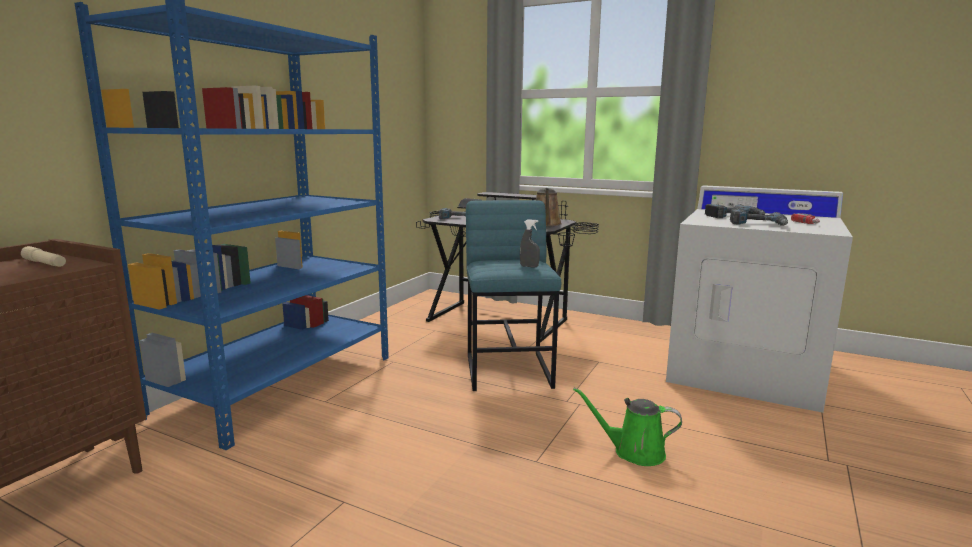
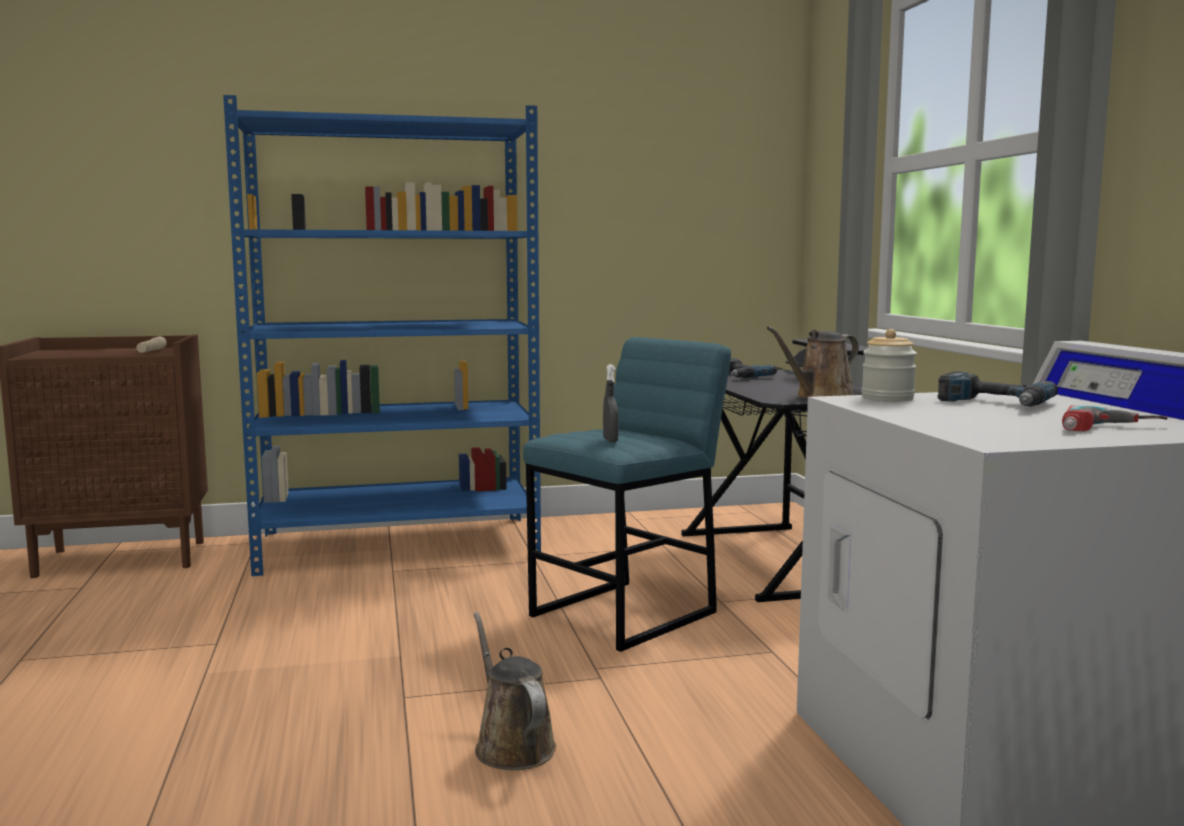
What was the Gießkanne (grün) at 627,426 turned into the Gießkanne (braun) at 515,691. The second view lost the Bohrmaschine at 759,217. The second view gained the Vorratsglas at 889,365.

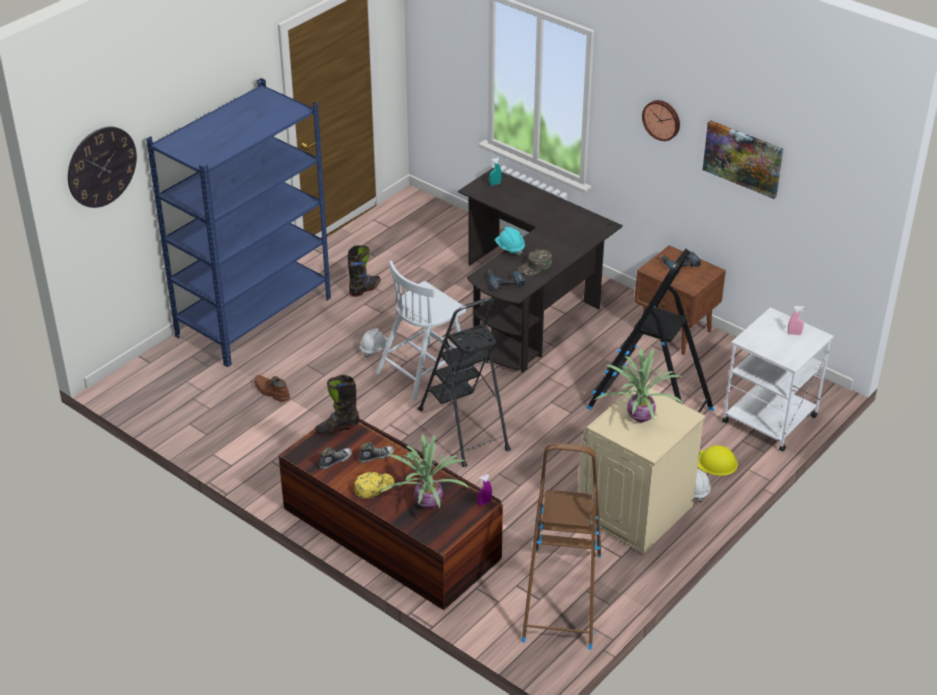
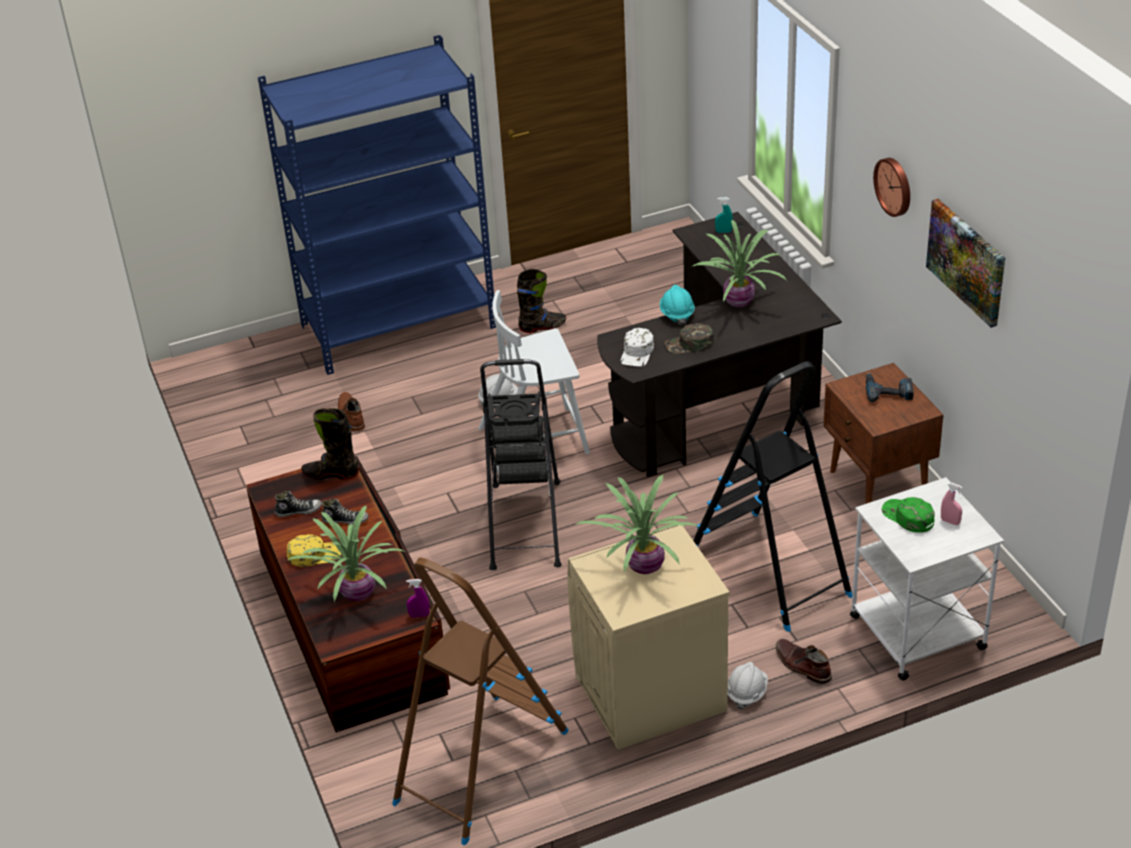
The second view lost the Wanduhr at 102,167. Where the Bohrmaschine stood at 506,280, the Kappe (weiß) came to stand at 637,347. Where the Schutzhelm (gelb) stood at 718,460, the Stiefel (braun) came to stand at 804,661. The second view gained the Topfpflanze at 739,263. The second view gained the Kappe (grün) at 908,515.

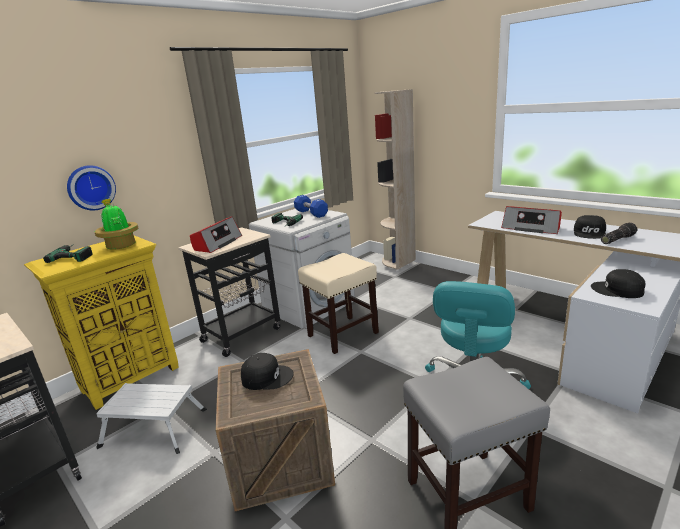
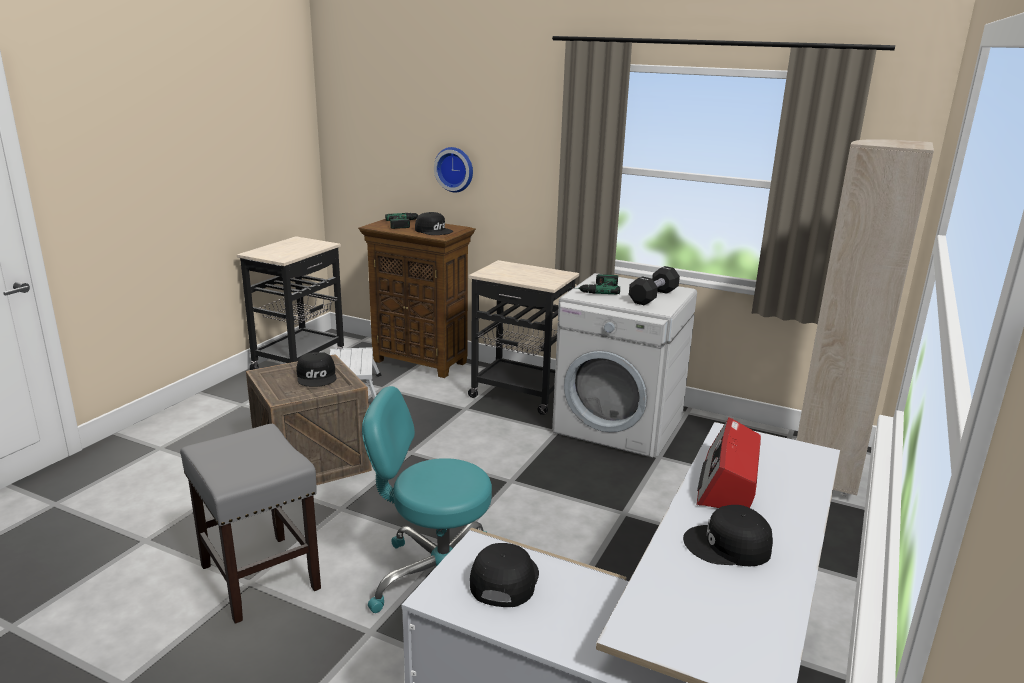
What was the Schrank (gelb) at 101,323 turned into the Schrank (braun) at 417,298. Where the Topfpflanze stood at 116,224, the Kappe (schwarz) came to stand at 434,223. The second view lost the Radio at 216,235. What was the Hantel (blau) at 311,206 turned into the Hantel (schwarz) at 654,285. The second view lost the Hocker (beige) at 338,303. The second view lost the Taschenlampe at 619,233.

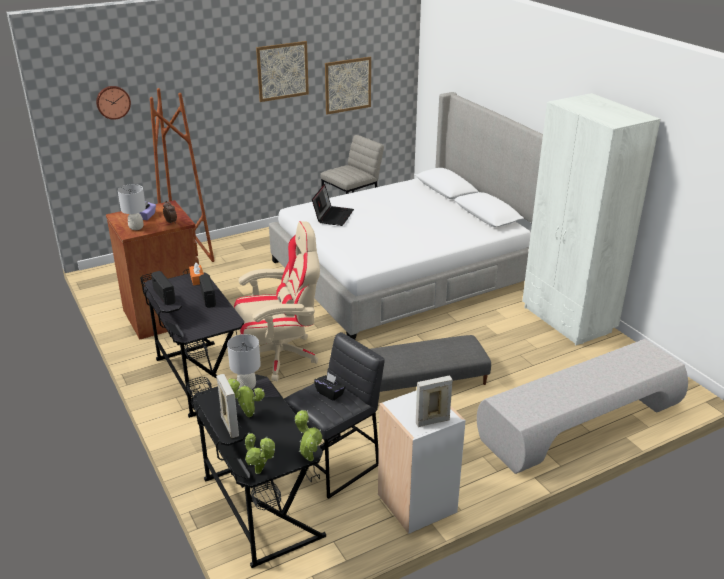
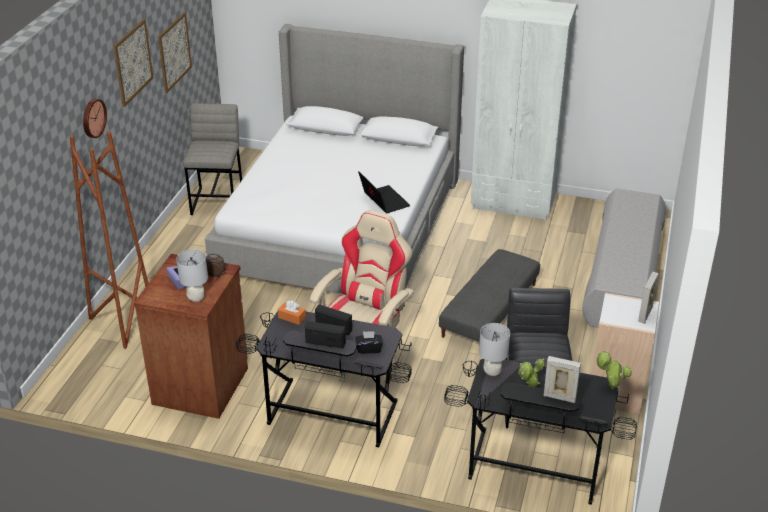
The Wanduhr ended up elsewhere, having gone from 113,103 to 95,118. The second view lost the Topfpflanze at 260,453. The Laptop ended up elsewhere, having gone from 333,205 to 384,192. The Taschentuchbox (schwarz) ended up elsewhere, having gone from 330,386 to 369,342.

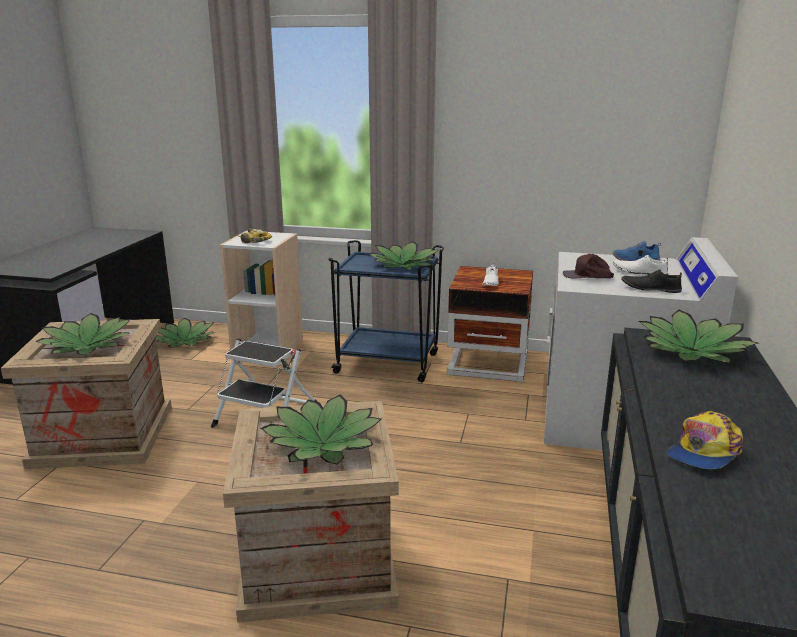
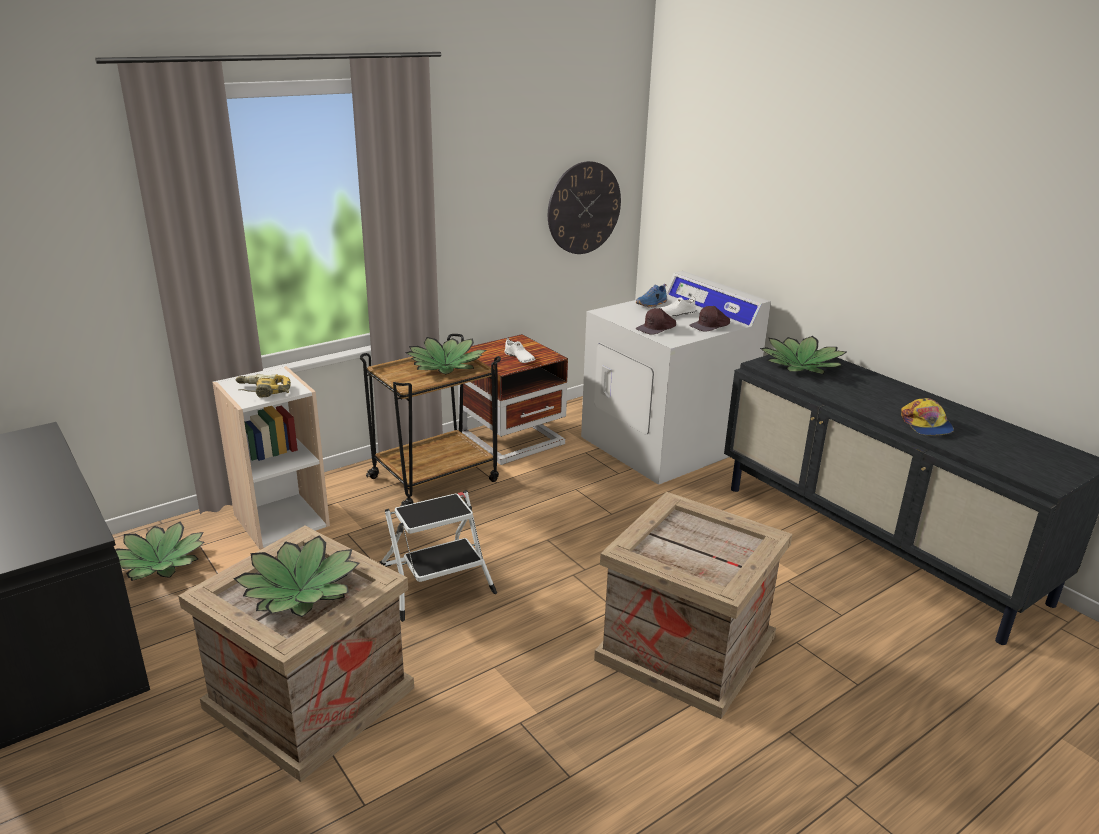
The second view lost the Topfpflanze at 321,429. What was the Rollwagen (blau) at 386,311 turned into the Rollwagen (braun) at 430,420. Where the Schuh (schwarz) stood at 651,281, the Kappe (braun) came to stand at 709,319. The second view gained the Wanduhr at 584,207.

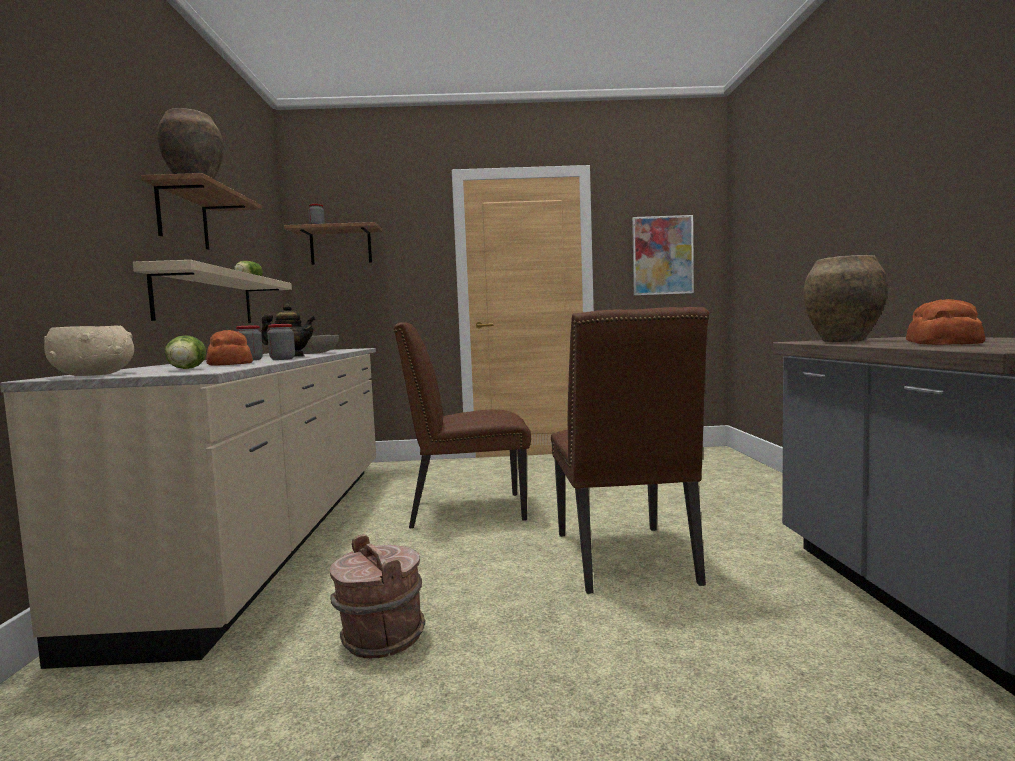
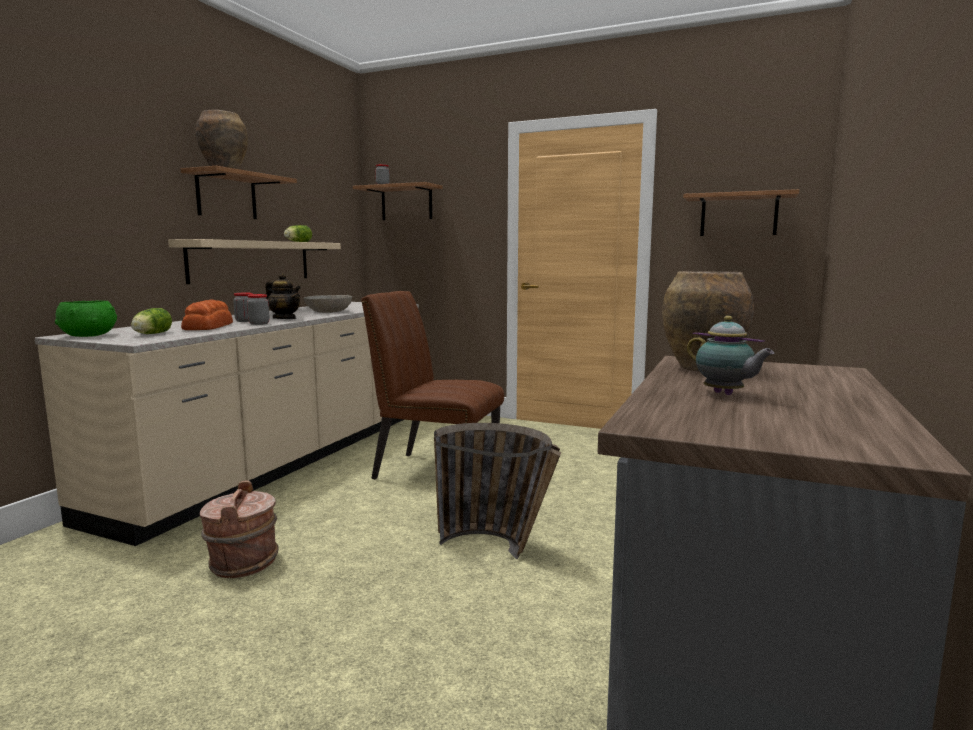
What was the Schüssel (beige) at 89,350 turned into the Schüssel (grün) at 86,319. Where the Stuhl (braun) stood at 630,450, the Korb came to stand at 497,491. Where the Bild hung at 663,255, the Wandregal came to hang at 741,212. Where the Brot stood at 946,322, the Teekanne came to stand at 731,355.

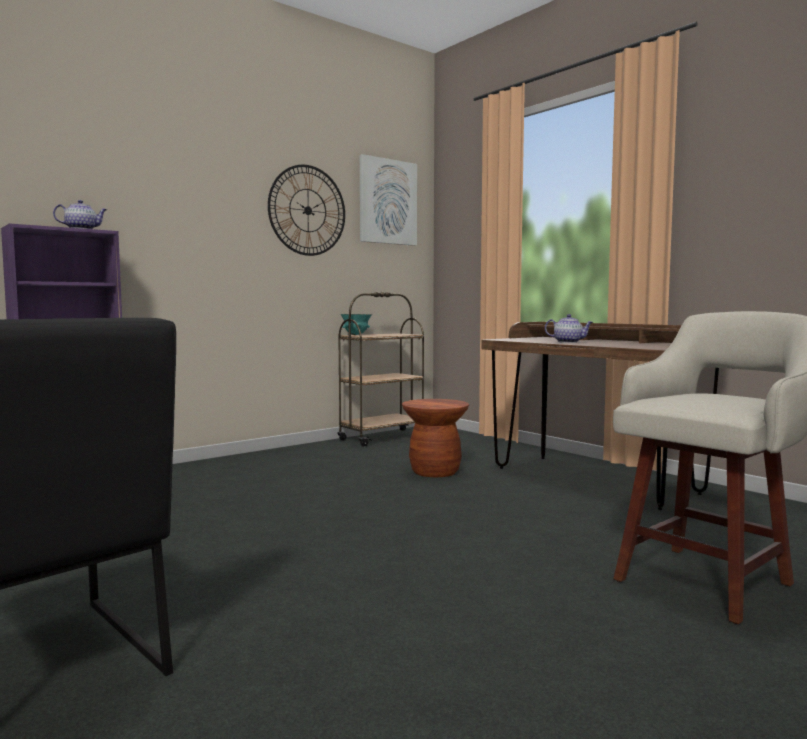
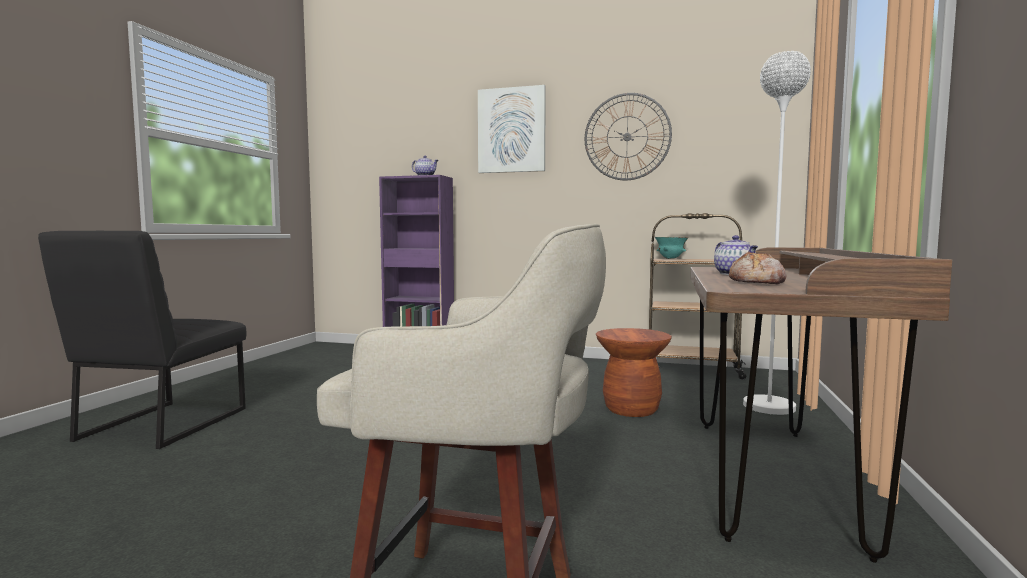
The Bild ended up elsewhere, having gone from 388,200 to 512,129. The second view gained the Brot at 757,268. The second view gained the Stehlampe (weiß) at 777,233.

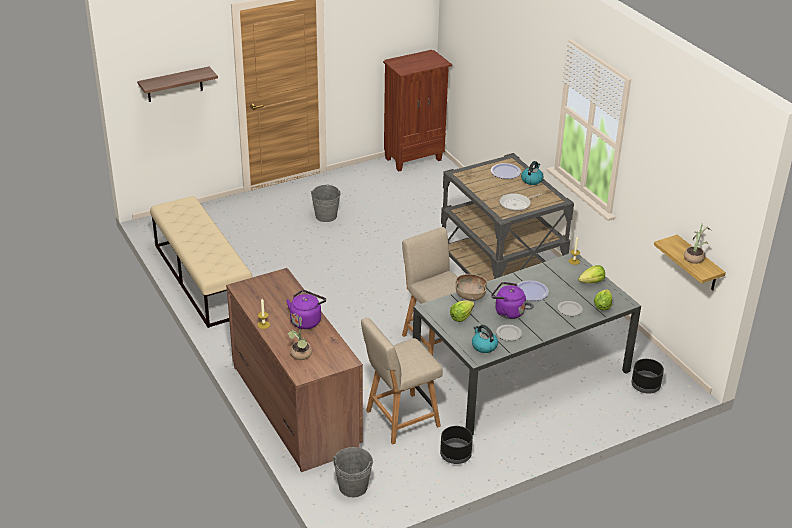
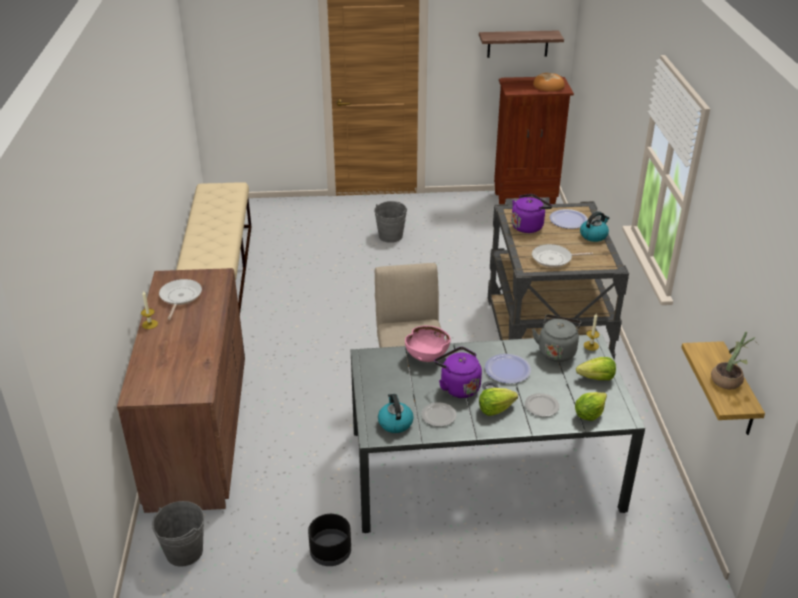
The Wandregal ended up elsewhere, having gone from 177,84 to 521,44. The Wasserkessel (lila) ended up elsewhere, having gone from 306,309 to 531,213. The second view lost the Topfpflanze at 300,344. The second view lost the Stuhl (beige) at 401,381. The Salatkopf ended up elsewhere, having gone from 462,311 to 498,402. What was the Schüssel (braun) at 471,287 turned into the Schüssel (rosa) at 428,344. The second view lost the Pflanzkübel (schwarz) at 647,376. The second view gained the Pfanne at 180,299. The second view gained the Wasserkessel (grau) at 557,338. The second view gained the Brot at 549,82.

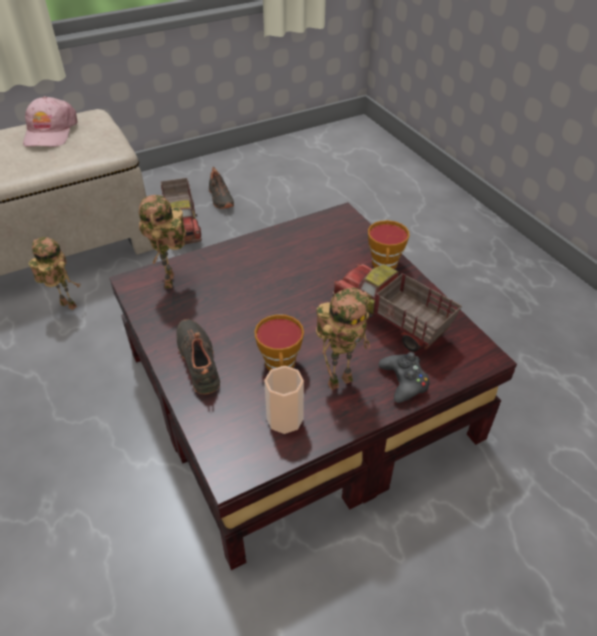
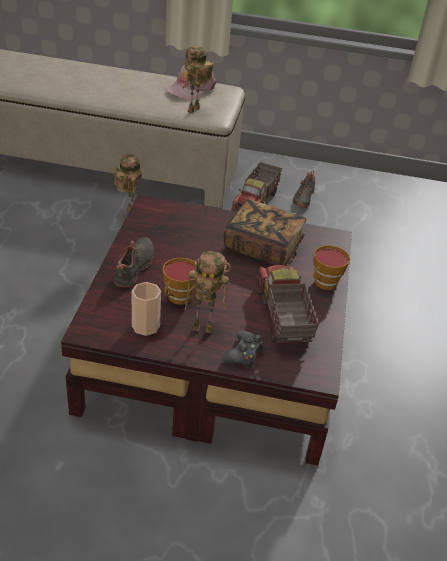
The Spielzeugroboter ended up elsewhere, having gone from 162,241 to 198,79. The second view gained the Buch at 264,232.

